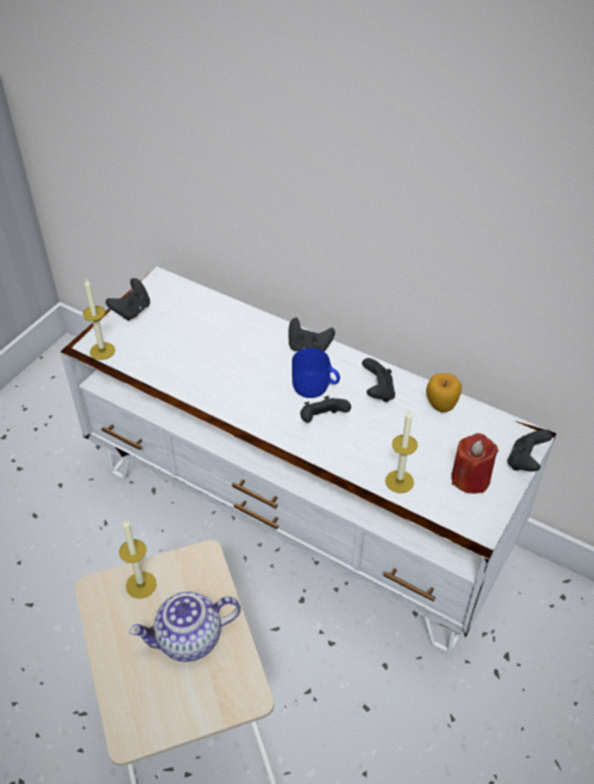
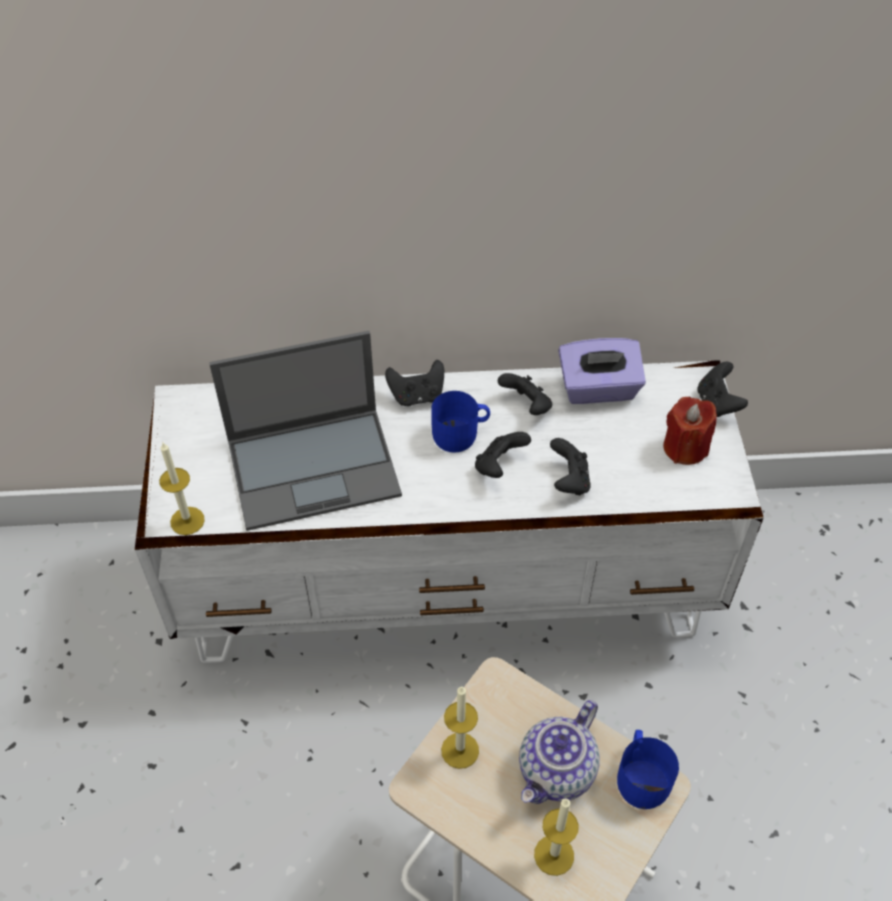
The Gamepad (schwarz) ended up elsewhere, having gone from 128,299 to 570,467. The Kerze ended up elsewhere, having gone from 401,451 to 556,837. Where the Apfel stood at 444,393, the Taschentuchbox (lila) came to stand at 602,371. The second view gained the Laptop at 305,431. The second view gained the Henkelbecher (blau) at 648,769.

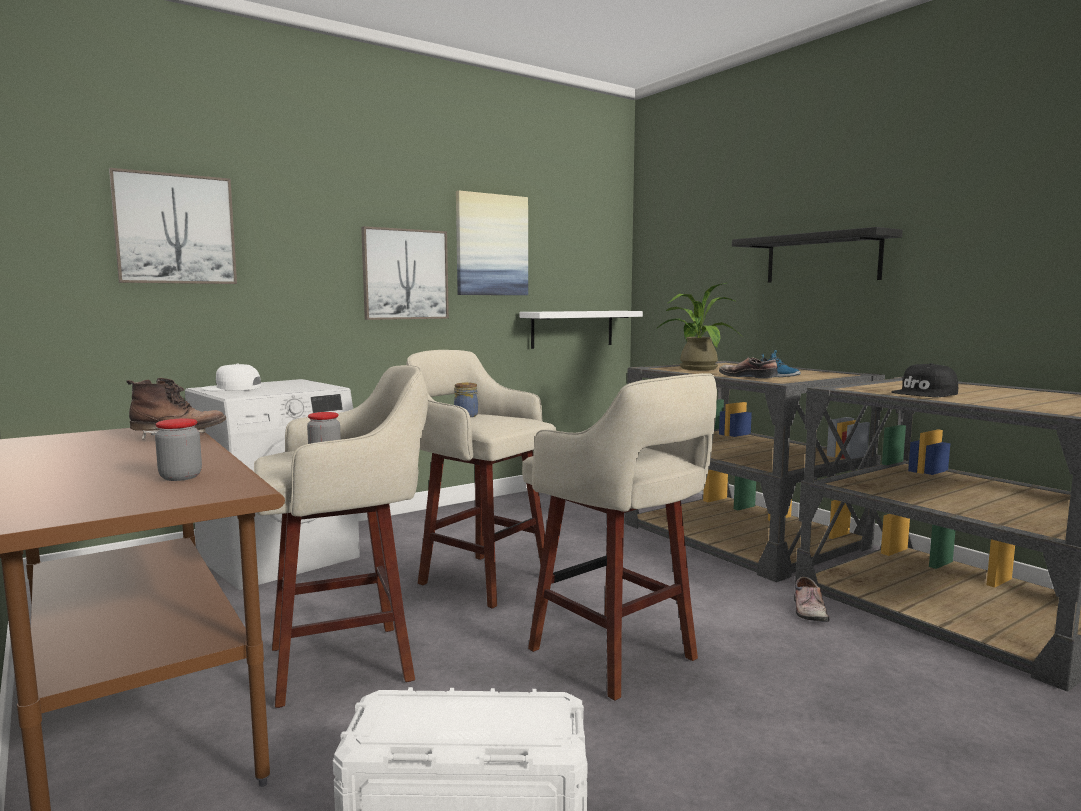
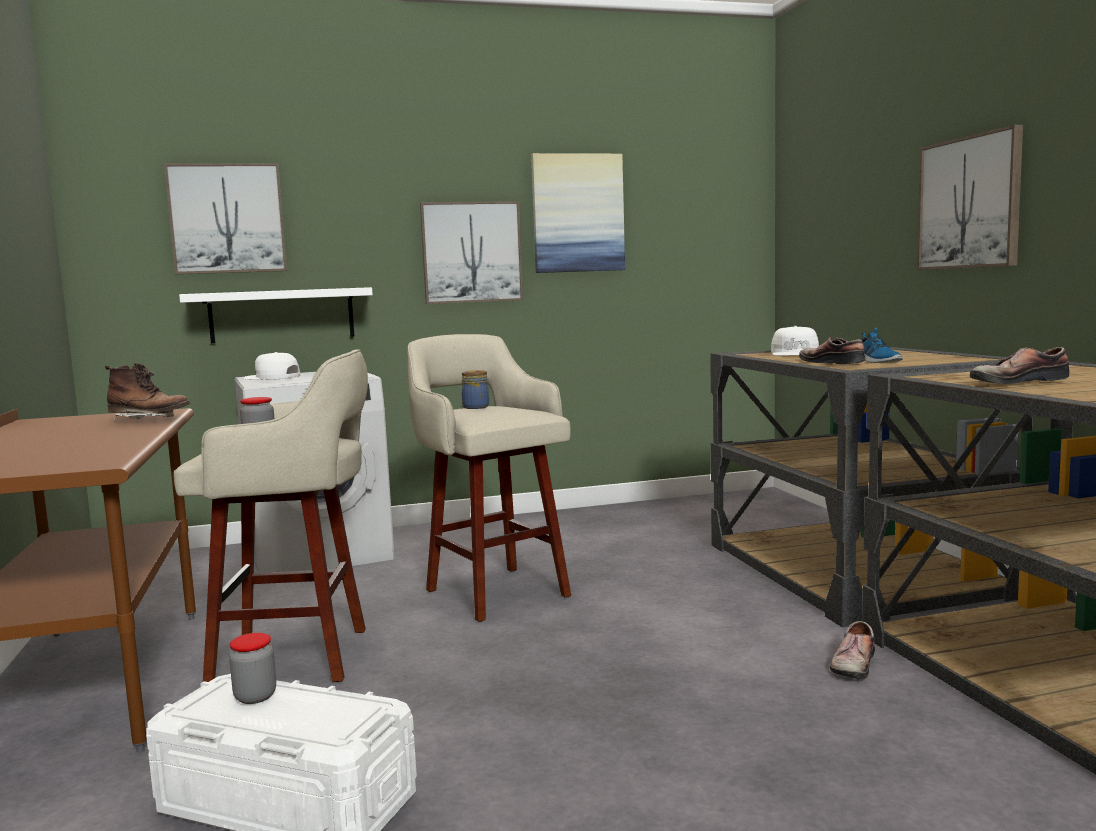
The Vorratsglas ended up elsewhere, having gone from 178,450 to 252,668. The Wandregal (weiß) ended up elsewhere, having gone from 581,330 to 276,315. The second view lost the Hocker (beige) at 619,537. Where the Topfpflanze stood at 700,326, the Kappe (weiß) came to stand at 795,341. Where the Wandregal (schwarz) hung at 817,255, the Bild came to hang at 970,197. Where the Kappe (schwarz) stood at 924,380, the Schuh came to stand at 1019,365.

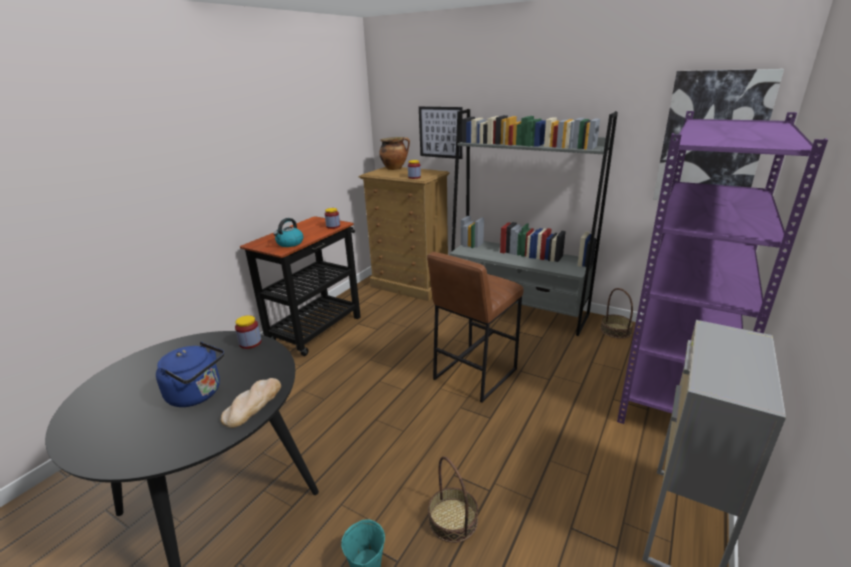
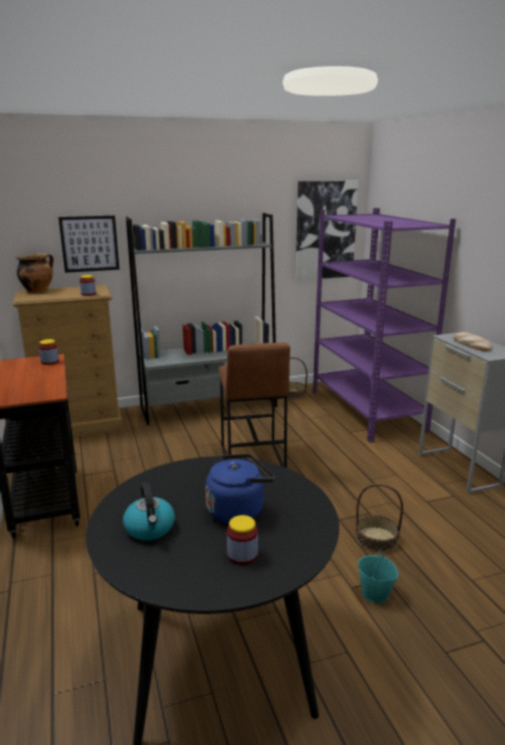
The Brot ended up elsewhere, having gone from 251,403 to 473,341. The Vorratsglas ended up elsewhere, having gone from 248,332 to 242,540. The Wasserkessel ended up elsewhere, having gone from 288,232 to 149,511.

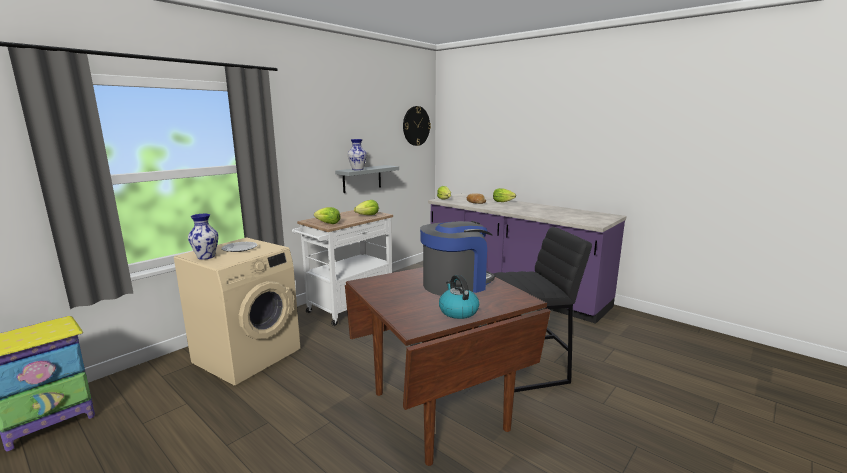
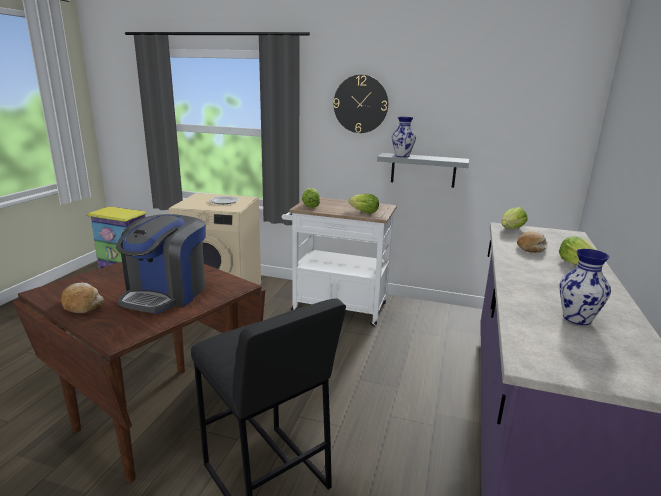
The Vase ended up elsewhere, having gone from 203,237 to 585,287. The Wanduhr ended up elsewhere, having gone from 417,126 to 360,104. The Kaffeemaschine at 457,258 ended up facing another way, 75 degrees clockwise from before. Where the Wasserkessel stood at 459,297, the Brot came to stand at 82,298.

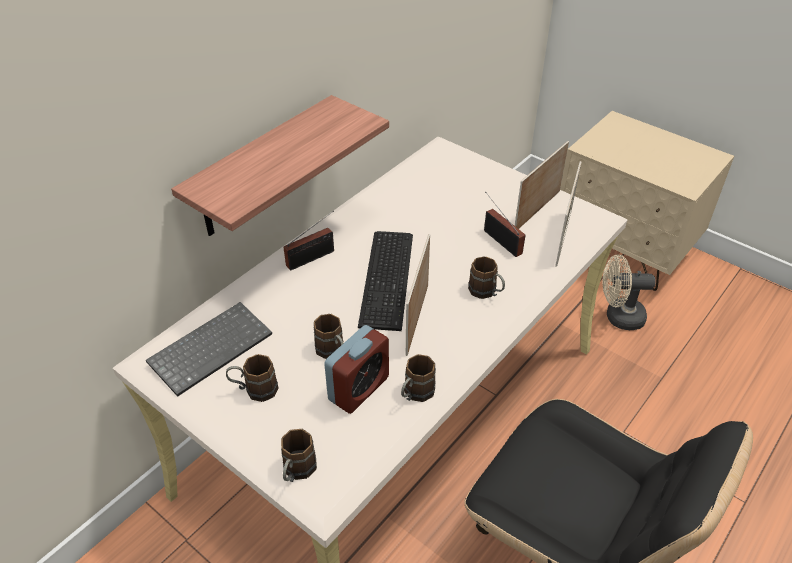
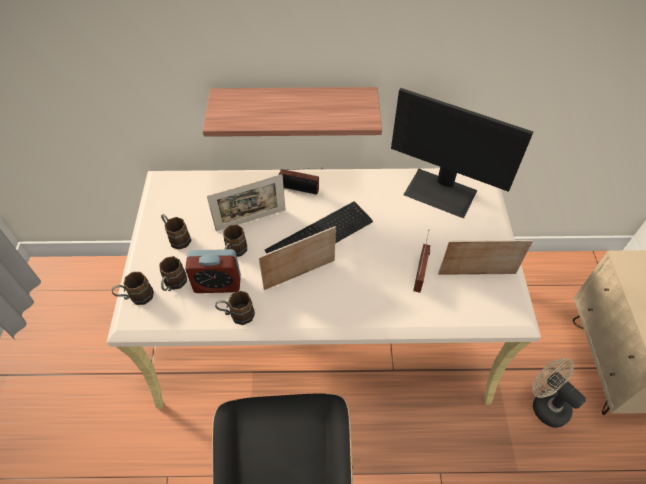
The second view lost the Tastatur at 209,349. The Henkelbecher (braun) ended up elsewhere, having gone from 486,277 to 173,273. The Bilderrahmen ended up elsewhere, having gone from 568,214 to 246,202. The second view gained the Monitor at 462,153.

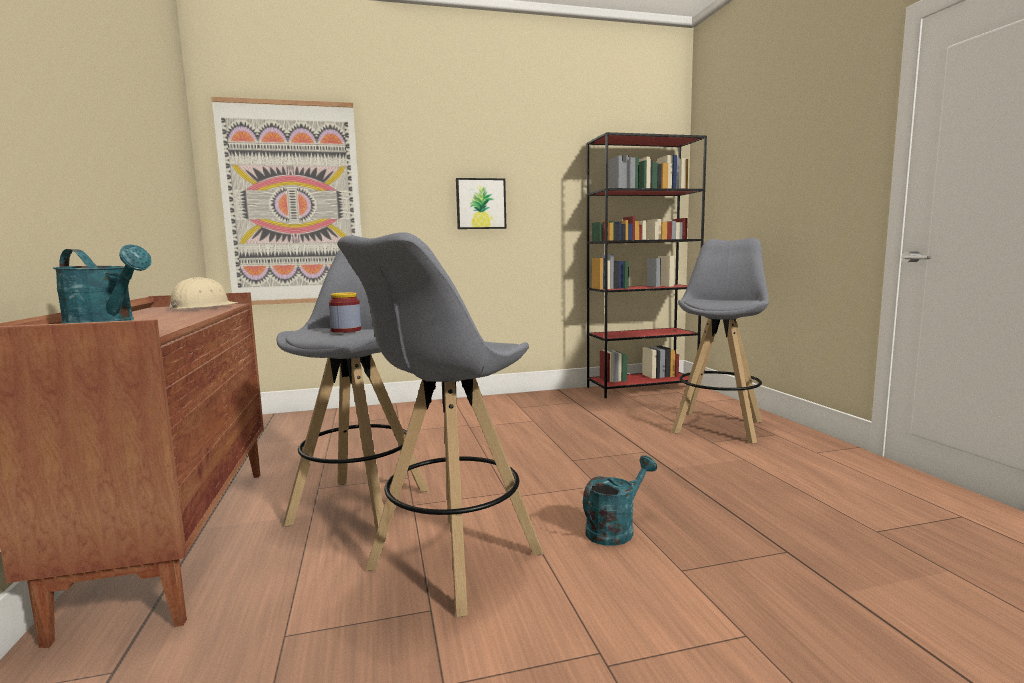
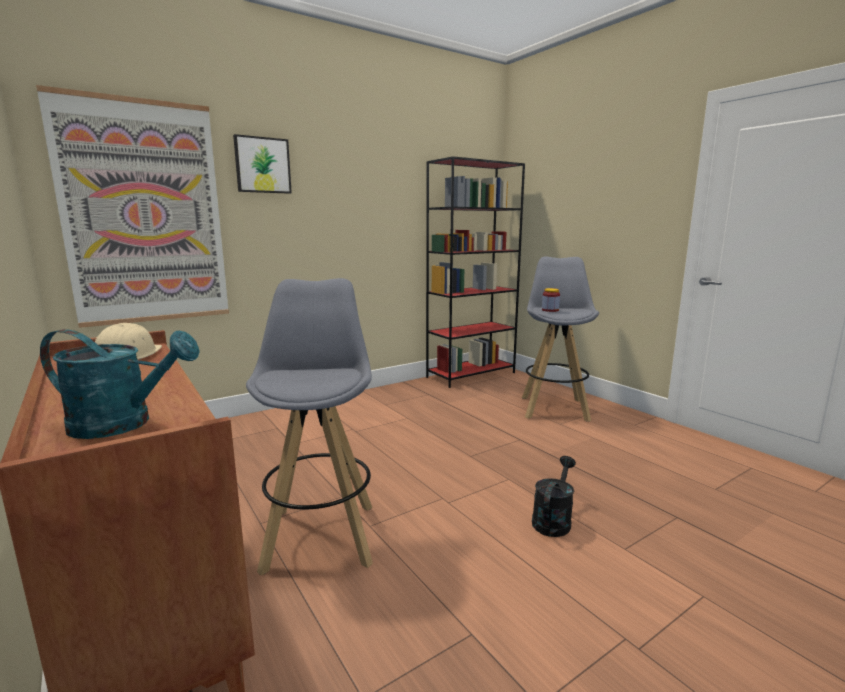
The Vorratsglas ended up elsewhere, having gone from 345,312 to 551,300. The second view lost the Hocker (grau) at 440,424. The Bild ended up elsewhere, having gone from 481,203 to 262,164. What was the Gießkanne (türkis) at 620,500 turned into the Gießkanne (schwarz) at 554,496.

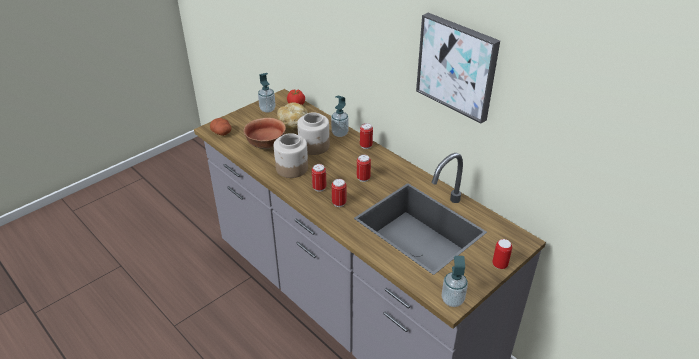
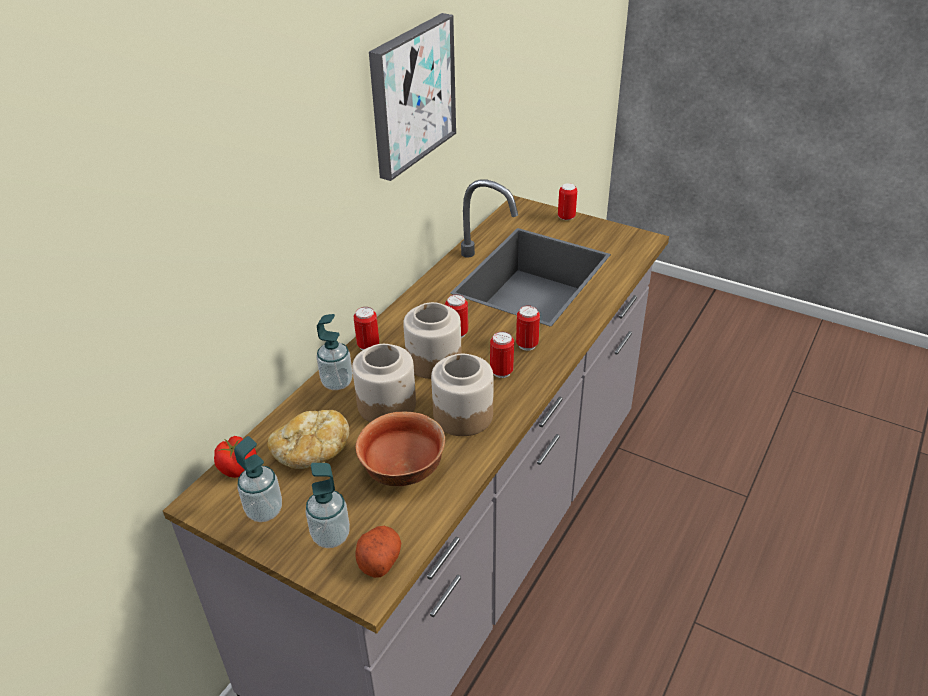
The Seifenspender ended up elsewhere, having gone from 454,281 to 327,505. The second view gained the Vorratsglas at 432,340.

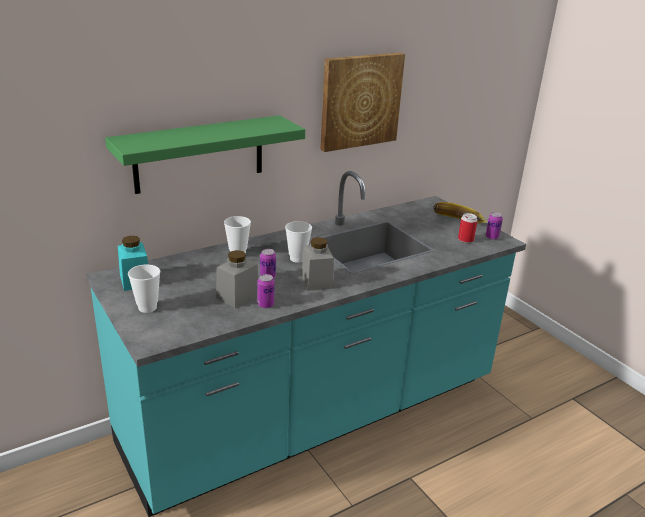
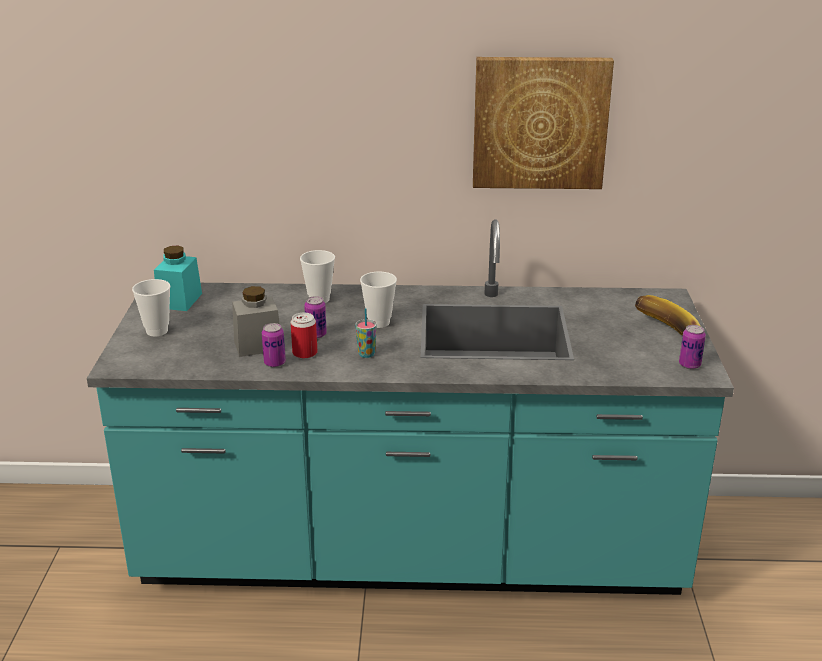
The second view lost the Wandregal (grün) at 205,154. Where the Vorratsglas (grau) stood at 318,264, the Tasse came to stand at 366,333. The Dose ended up elsewhere, having gone from 468,228 to 304,336.

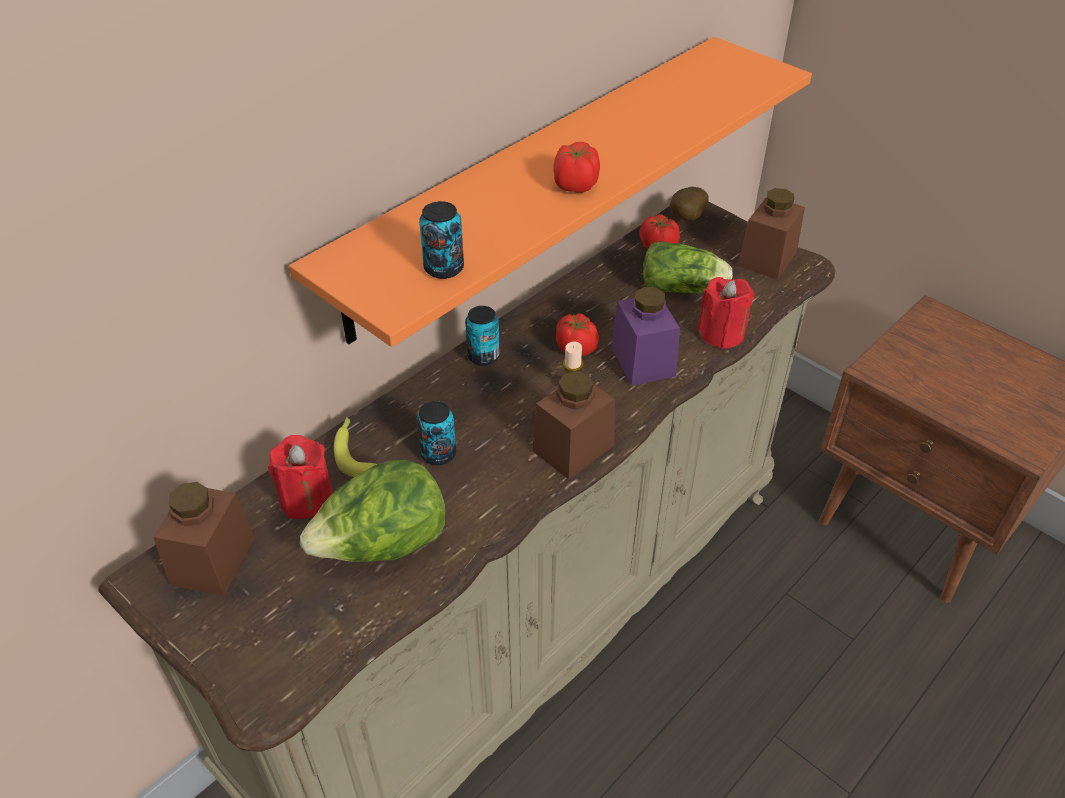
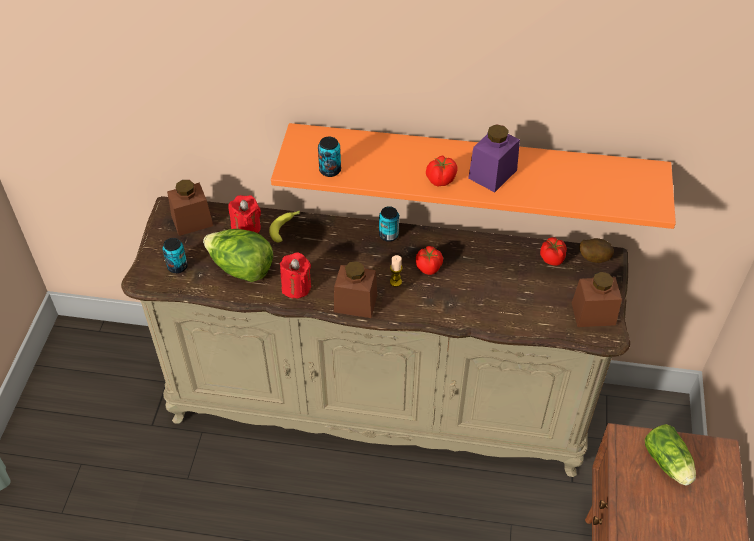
The Dose ended up elsewhere, having gone from 436,433 to 175,255. The Vorratsglas (lila) ended up elsewhere, having gone from 645,336 to 494,158. The Salatkopf ended up elsewhere, having gone from 688,267 to 670,454. The Kerze (rot) ended up elsewhere, having gone from 725,313 to 295,275.

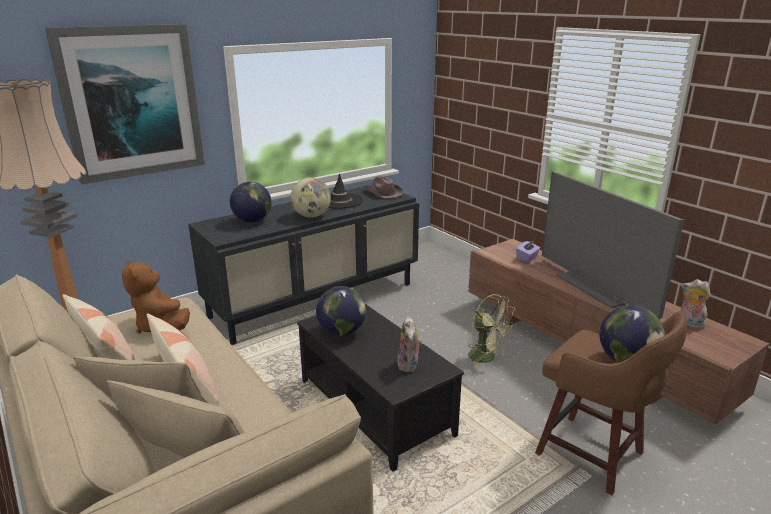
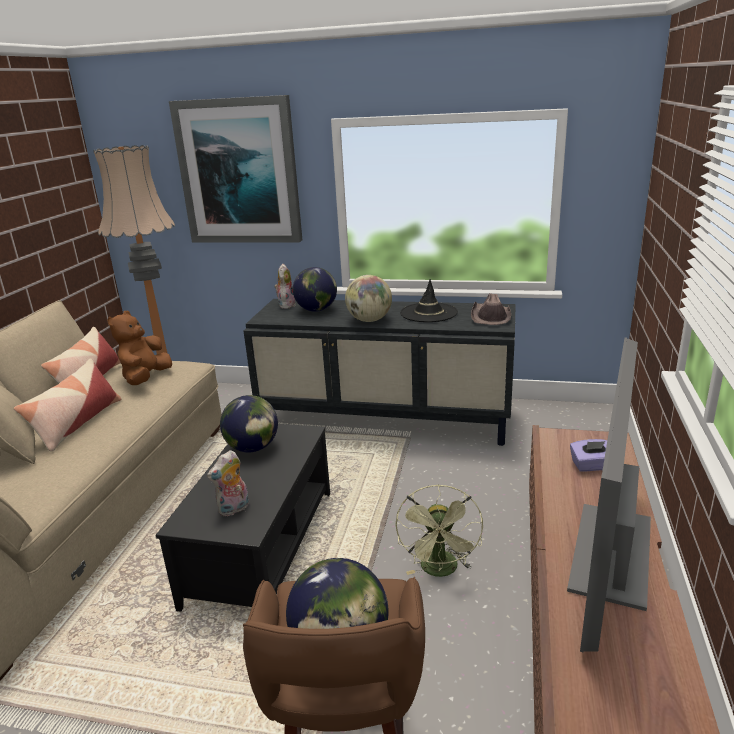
The Plüschtier ended up elsewhere, having gone from 696,303 to 284,286.

